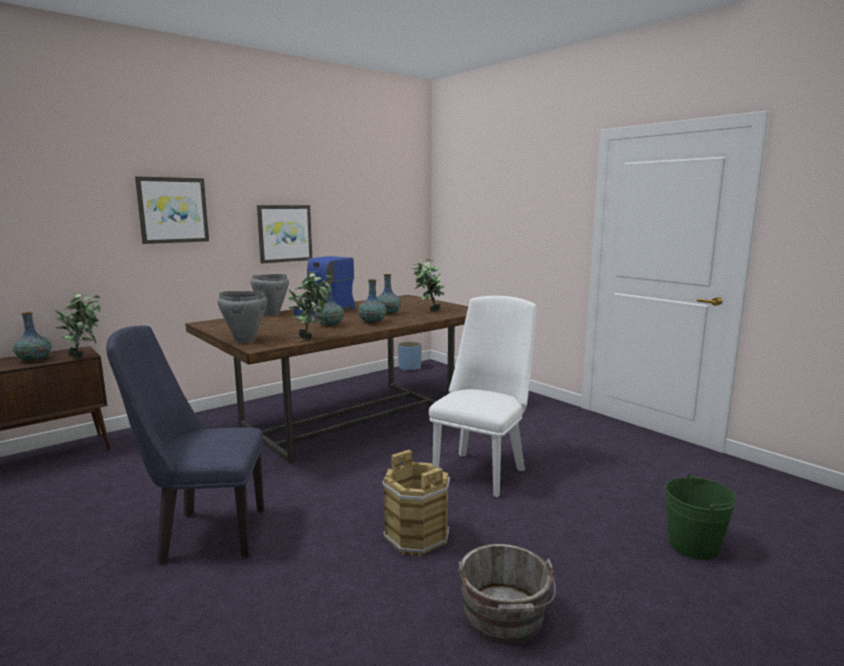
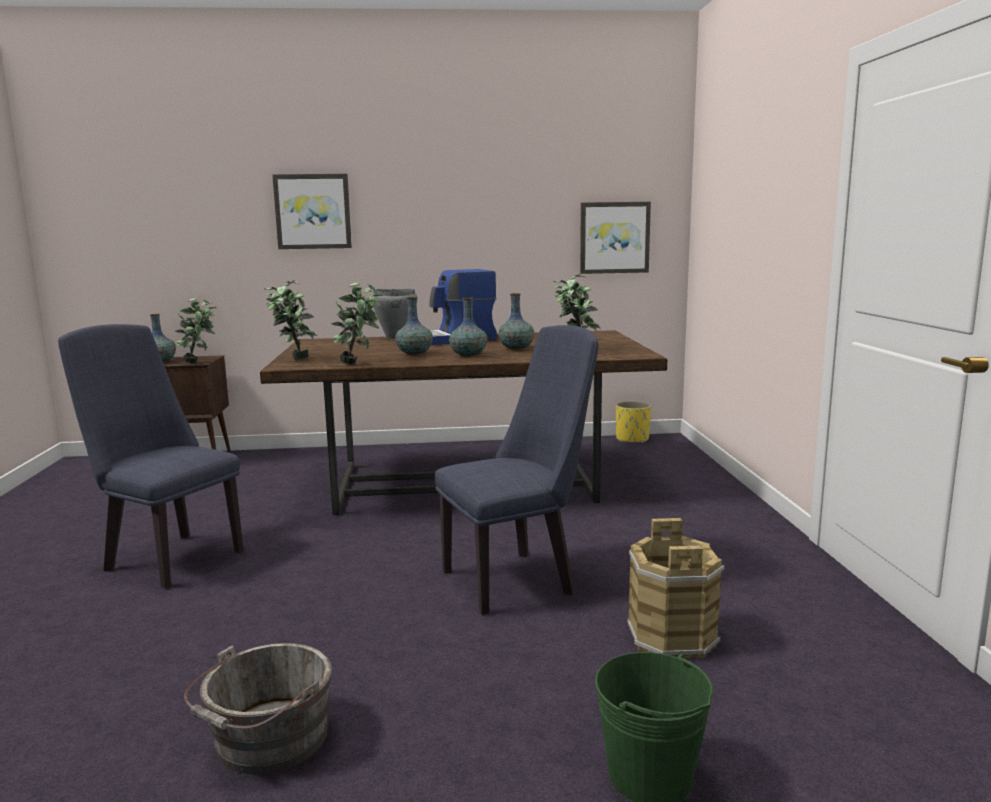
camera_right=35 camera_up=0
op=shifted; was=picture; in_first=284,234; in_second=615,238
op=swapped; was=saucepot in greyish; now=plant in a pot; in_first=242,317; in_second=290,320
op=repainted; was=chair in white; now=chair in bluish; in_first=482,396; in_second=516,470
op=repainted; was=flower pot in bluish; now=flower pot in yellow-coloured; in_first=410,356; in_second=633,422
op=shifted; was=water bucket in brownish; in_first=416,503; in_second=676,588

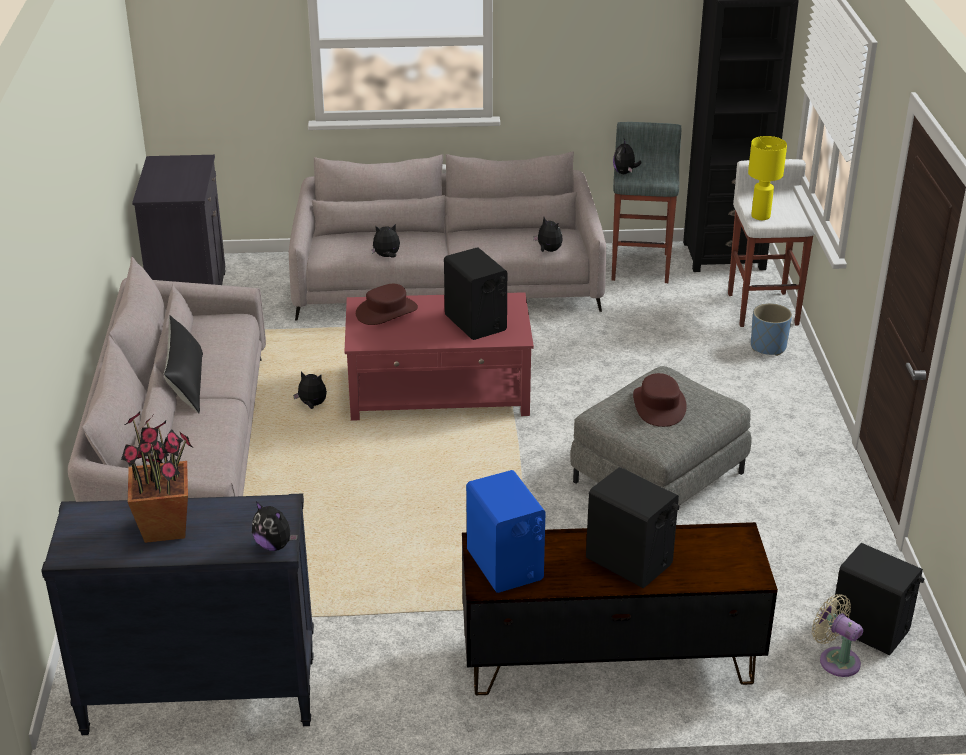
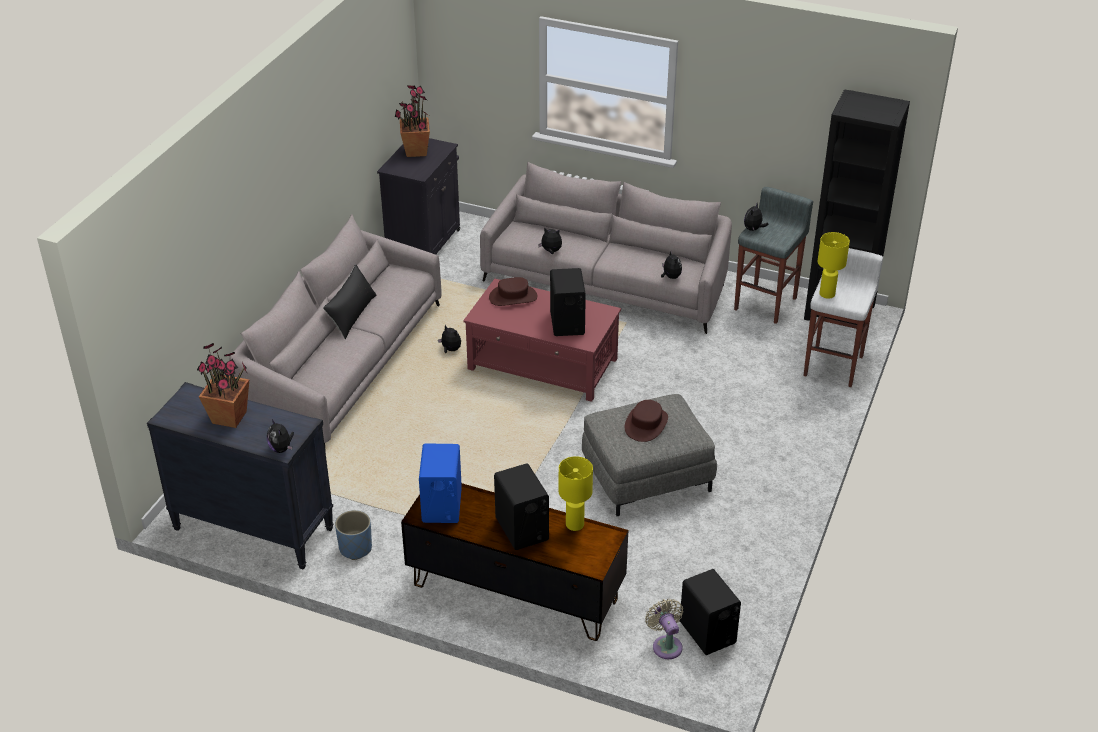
camera_right=25 camera_up=5
op=shifted; was=flower pot in bluish; in_first=771,329; in_second=353,535
op=new; now=plant in a pot; in_second=412,121
op=new; now=table lamp in yellow-coloured; in_second=576,493

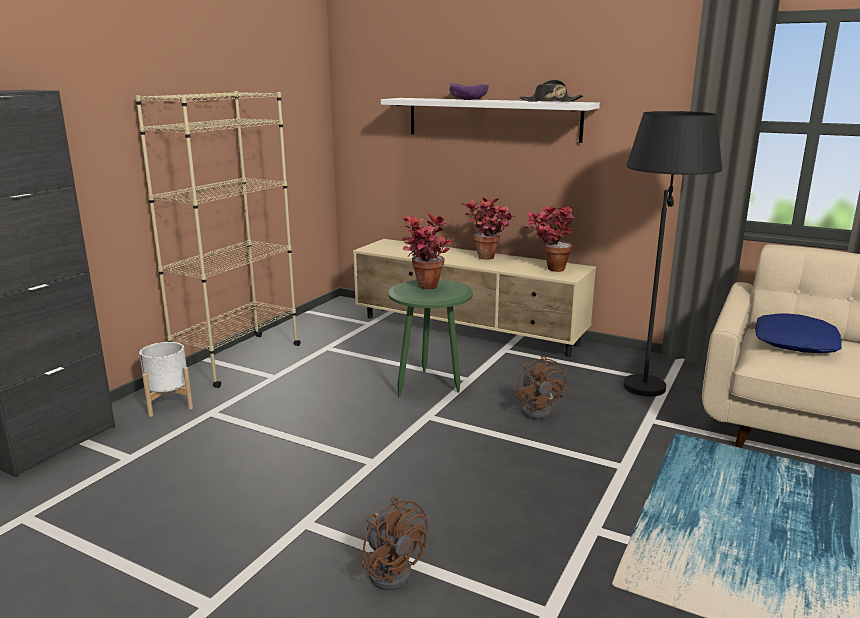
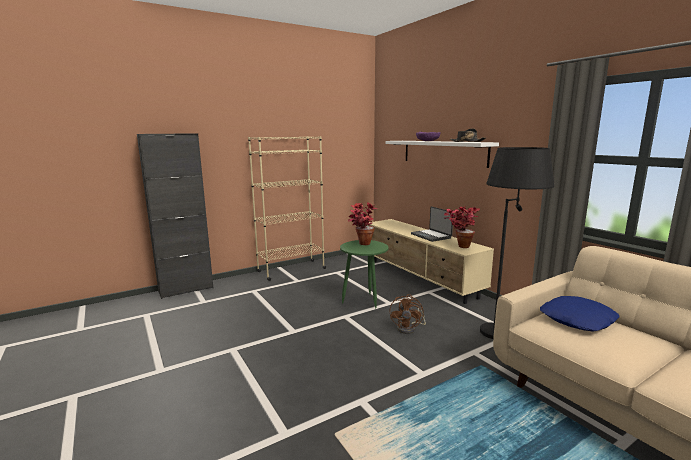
camera_right=30 camera_up=-5
op=swapped; was=plant in a pot; now=laptop; in_first=488,228; in_second=432,224
op=gone; was=flower pot in white; in_first=166,379
op=gone; was=fan in brownish; in_first=394,543

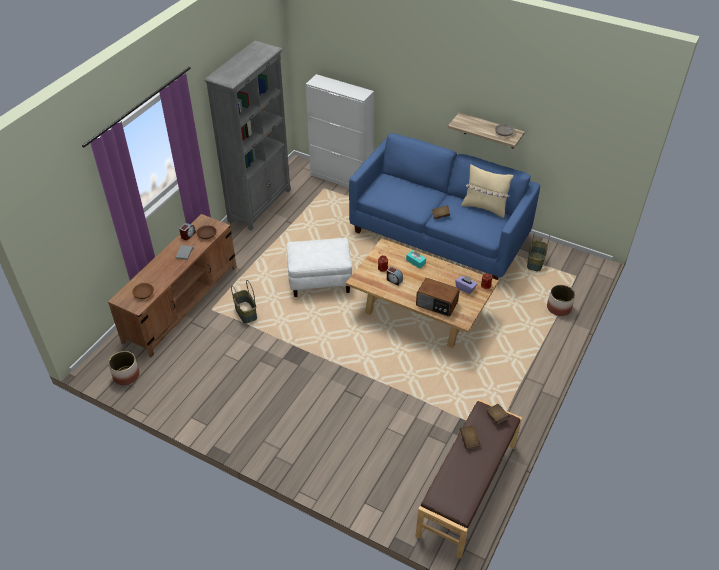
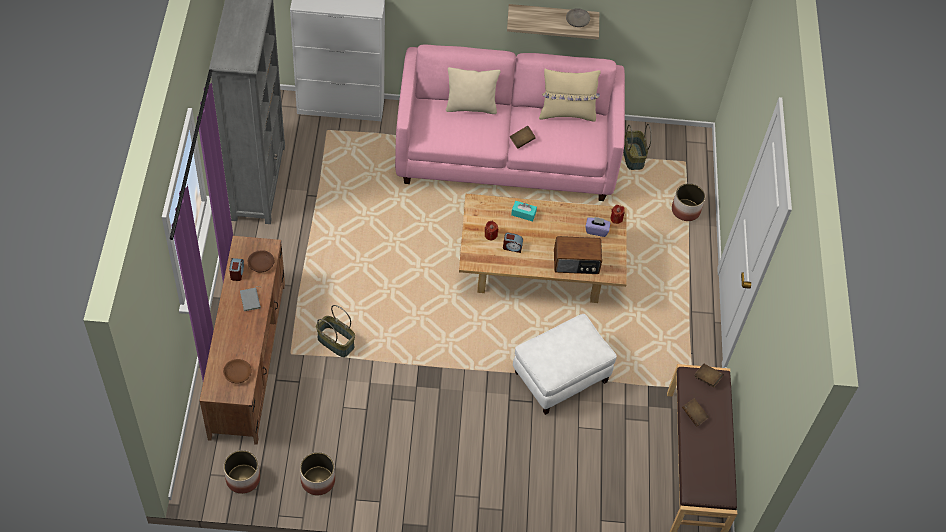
camera_right=-30 camera_up=10
op=repainted; was=sofa in bluish; now=sofa in pink; in_first=444,206; in_second=510,123
op=shifted; was=pouffe in white; in_first=319,267; in_second=565,364
op=new; now=pillow in beige-coloured; in_second=473,90
op=new; now=flower pot; in_second=317,473

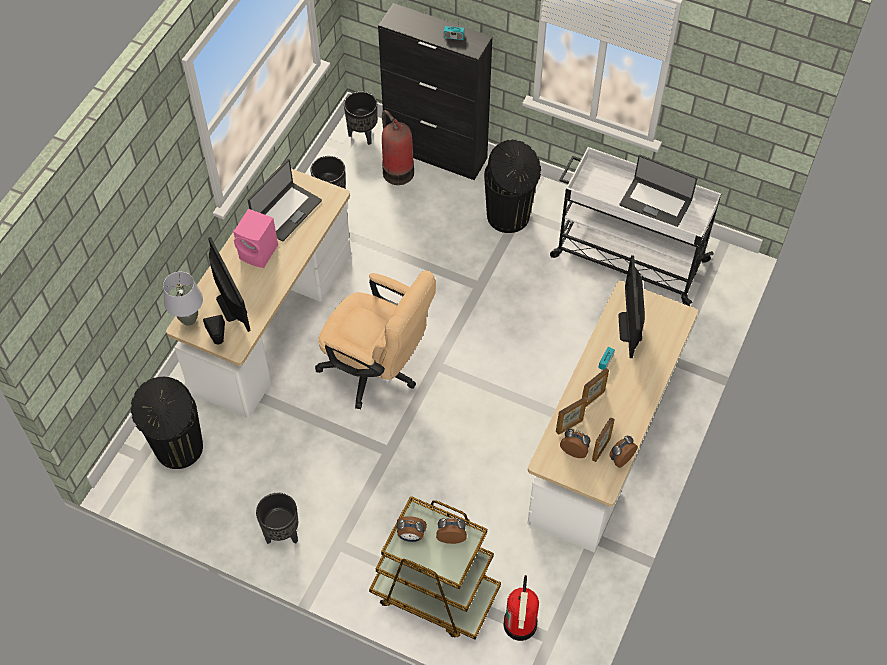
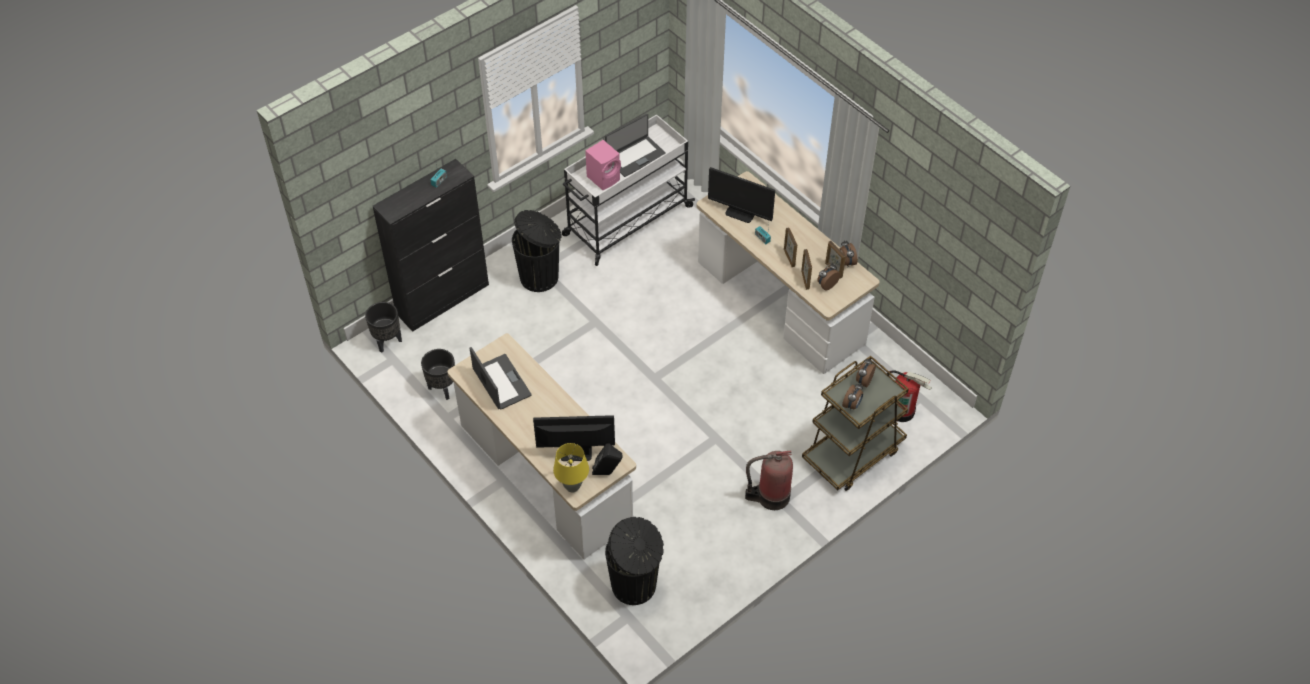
camera_right=-65 camera_up=-5
op=shifted; was=fire extinguisher; in_first=398,147; in_second=769,480
op=shifted; was=loudspeaker in pink; in_first=255,238; in_second=603,165
op=gone; was=office chair in beige-coloured; in_first=375,340
op=repainted; was=table lamp in greyish; now=table lamp in yellow-coloured; in_first=183,299; in_second=571,467
op=gone; was=flower pot in blackish; in_first=277,518

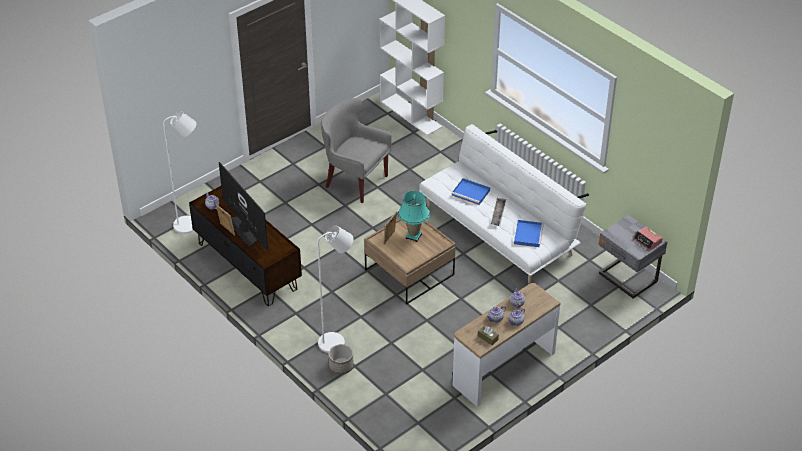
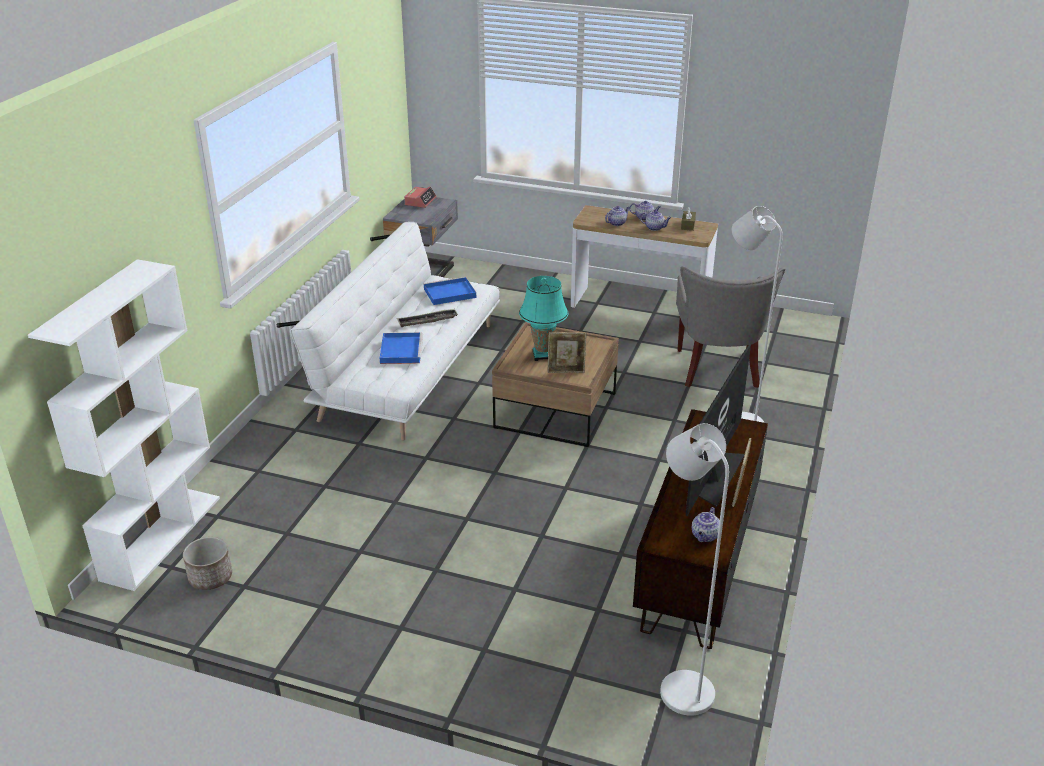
camera_right=-120 camera_up=-10
op=shifted; was=armchair in greyish; in_first=356,150; in_second=730,327
op=shifted; was=flower pot; in_first=341,359; in_second=207,563

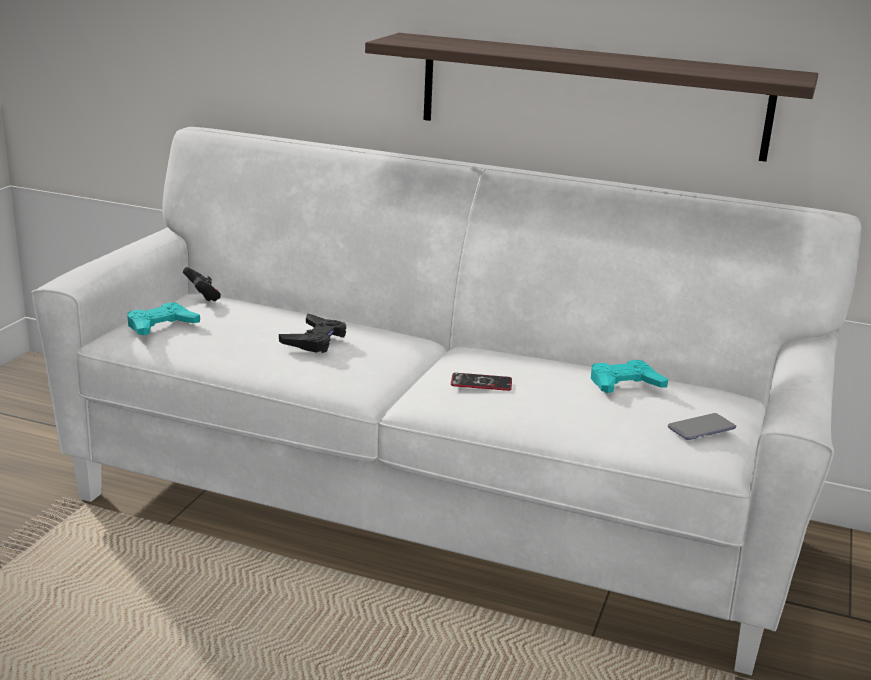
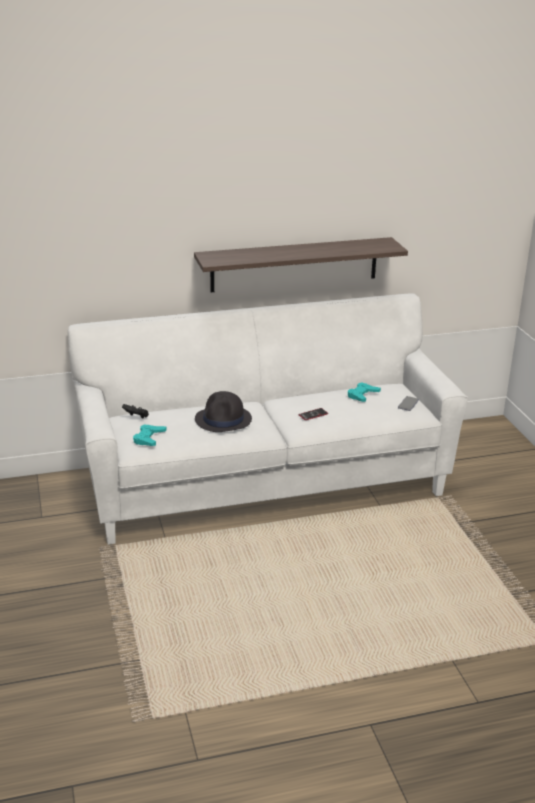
camera_right=-35 camera_up=5
op=swapped; was=joypad in blackish; now=hat in blackish; in_first=312,333; in_second=223,411

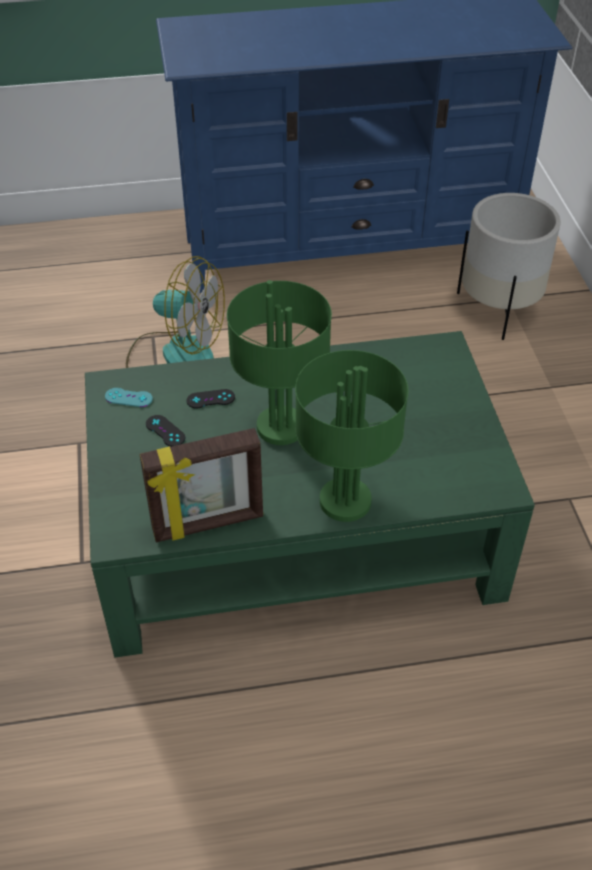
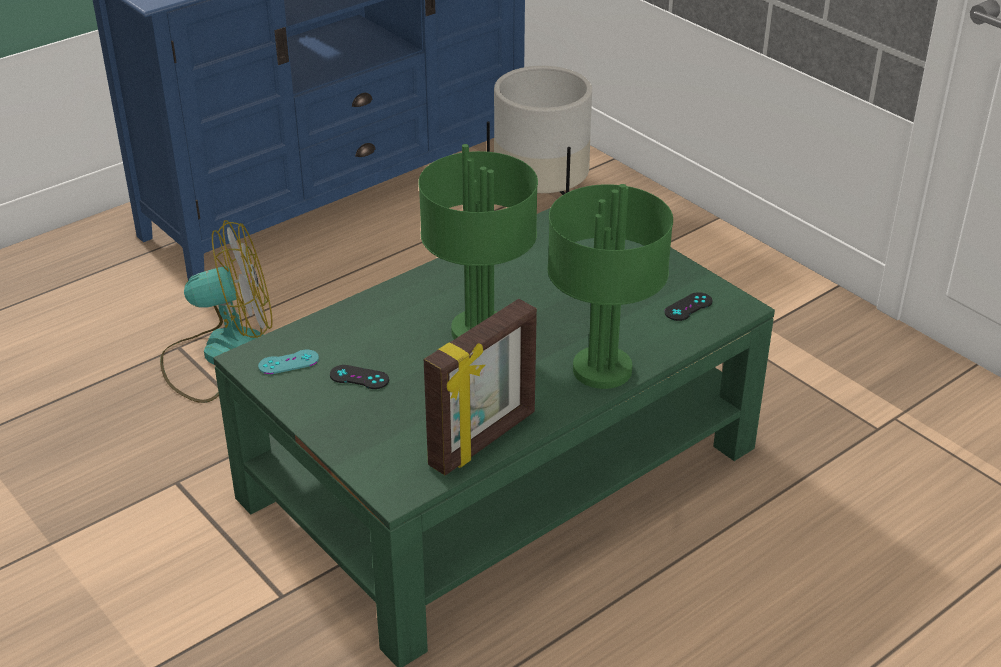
camera_right=-30 camera_up=-10
op=shifted; was=joypad in blackish; in_first=211,399; in_second=688,306

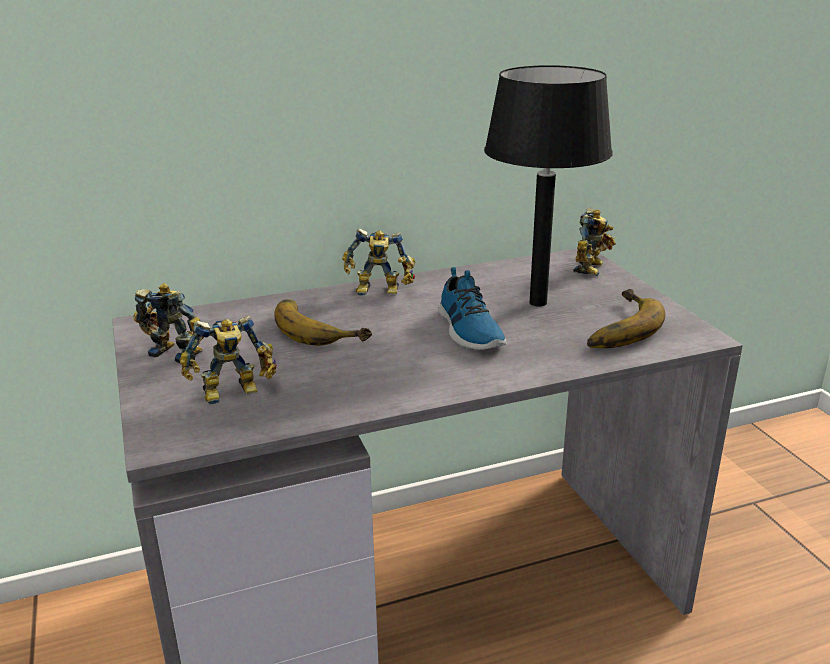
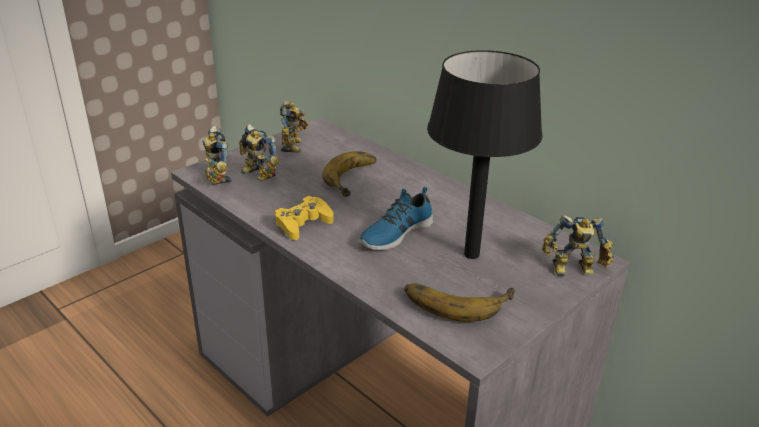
camera_right=65 camera_up=5
op=shifted; was=robot figure; in_first=378,261; in_second=216,155
op=new; now=joypad in yellow-coloured; in_second=304,218

